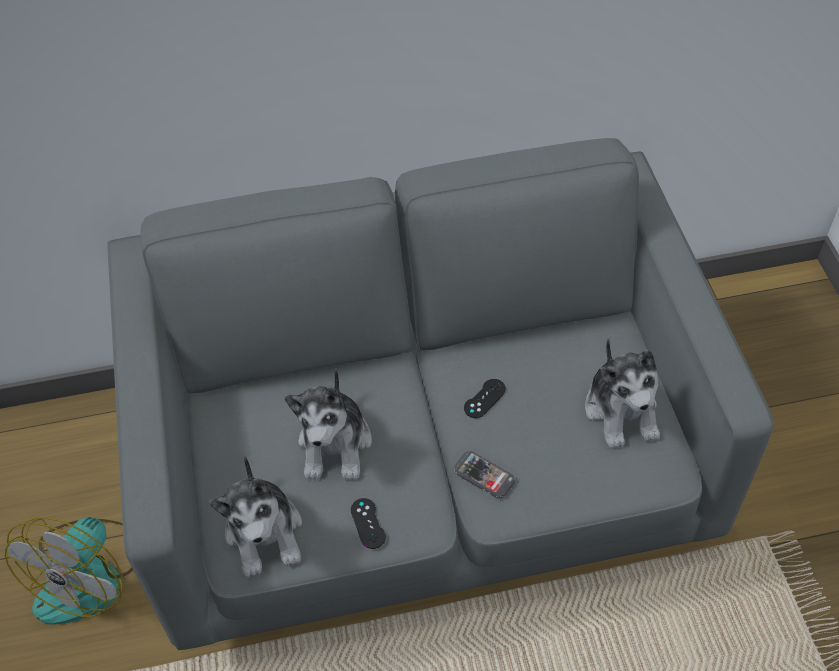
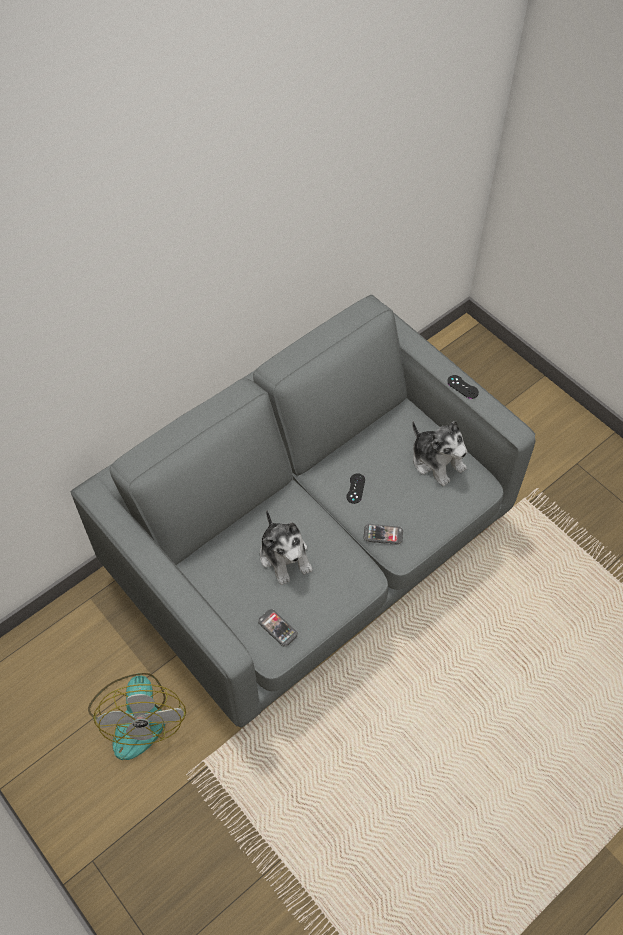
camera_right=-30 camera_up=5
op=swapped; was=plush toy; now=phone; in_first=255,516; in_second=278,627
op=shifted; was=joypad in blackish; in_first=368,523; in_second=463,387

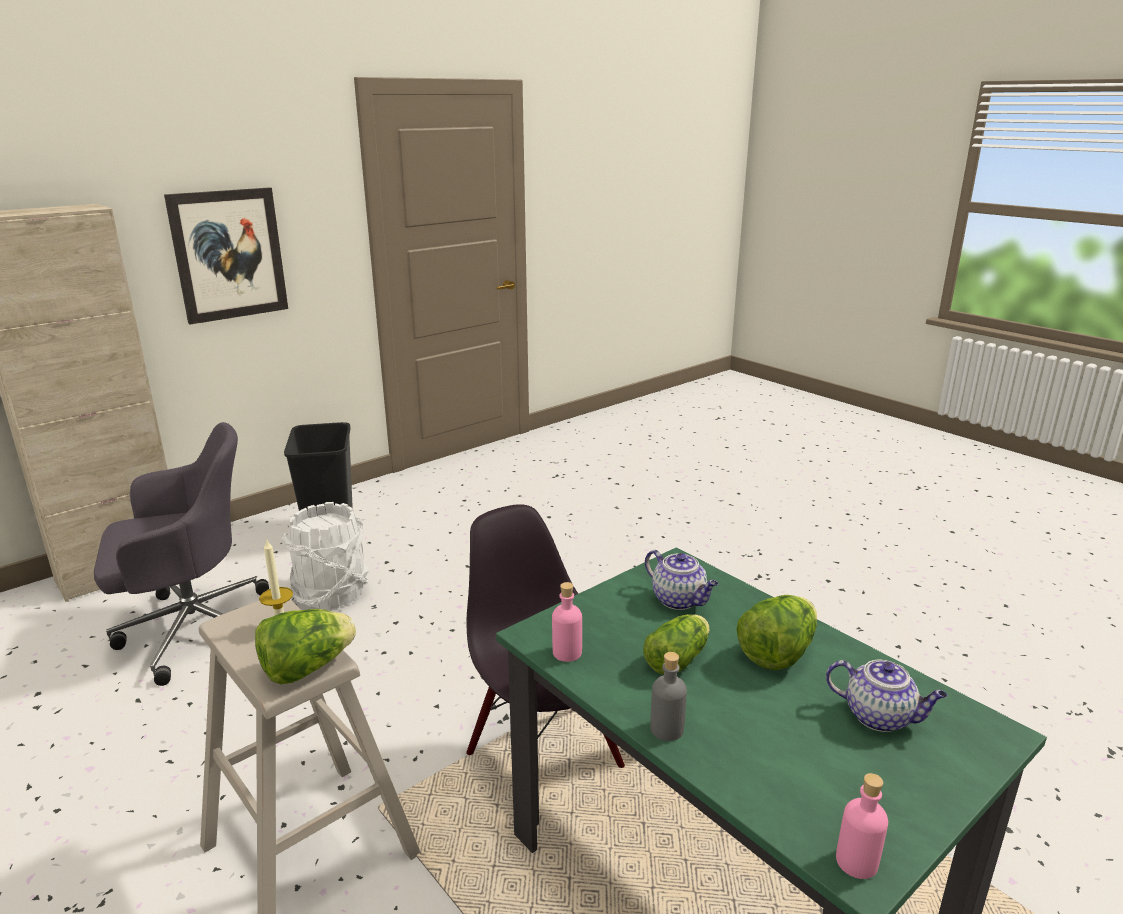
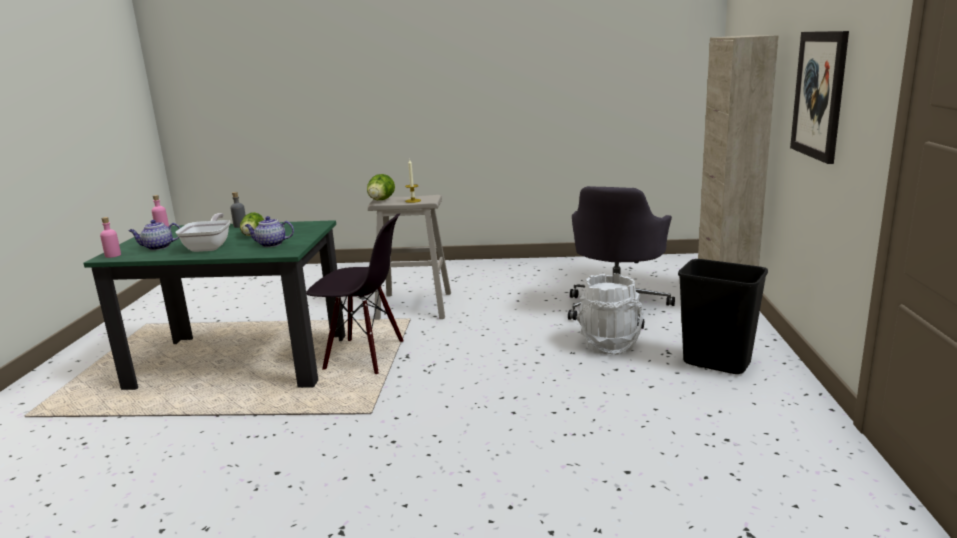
camera_right=135 camera_up=-5
op=shifted; was=bottle in pink; in_first=567,622; in_second=110,237
op=swapped; was=lettuce; now=skillet; in_first=776,632; in_second=203,232

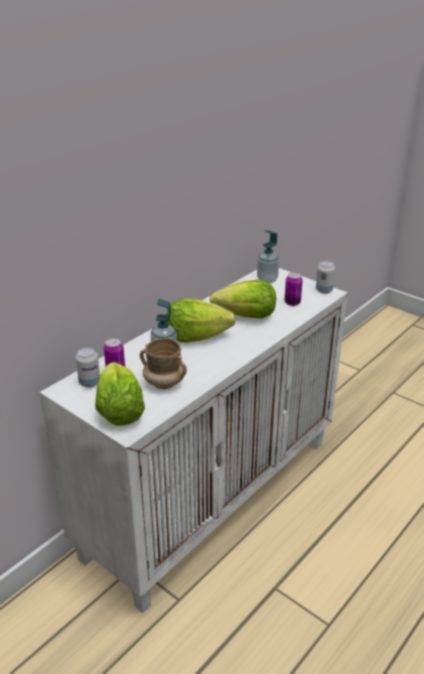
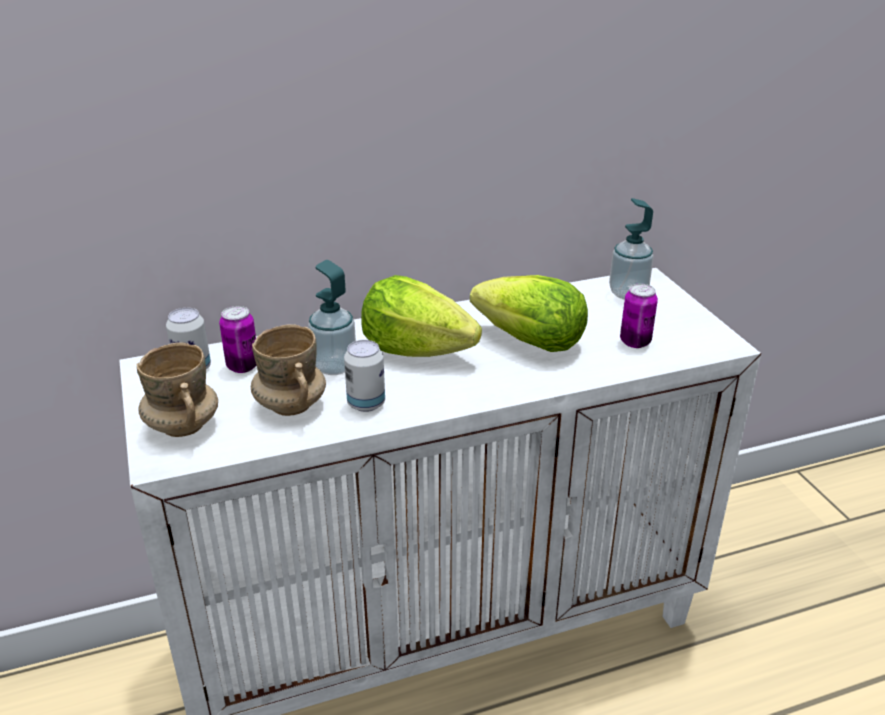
camera_right=30 camera_up=0
op=shifted; was=can; in_first=325,277; in_second=364,376
op=swapped; was=lettuce; now=mug in beige-coloured; in_first=120,394; in_second=177,389

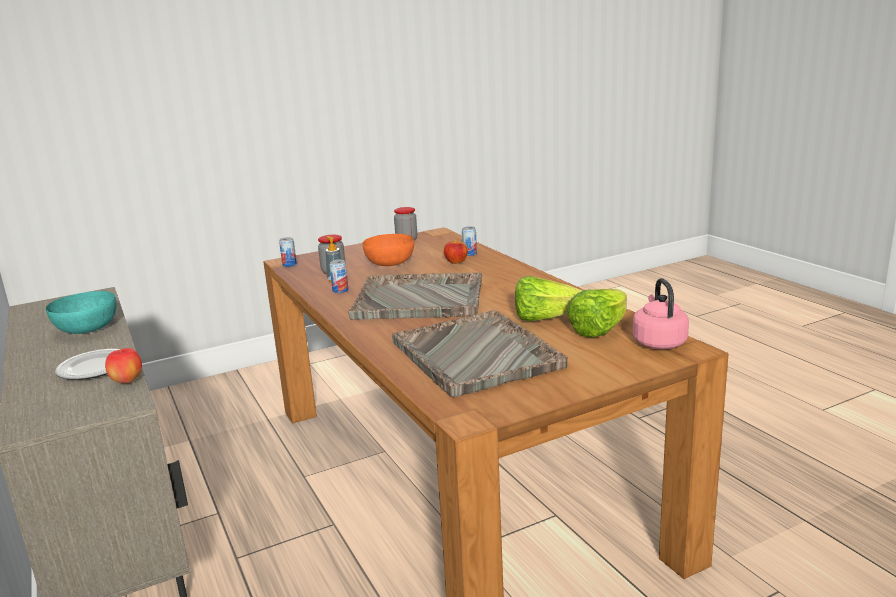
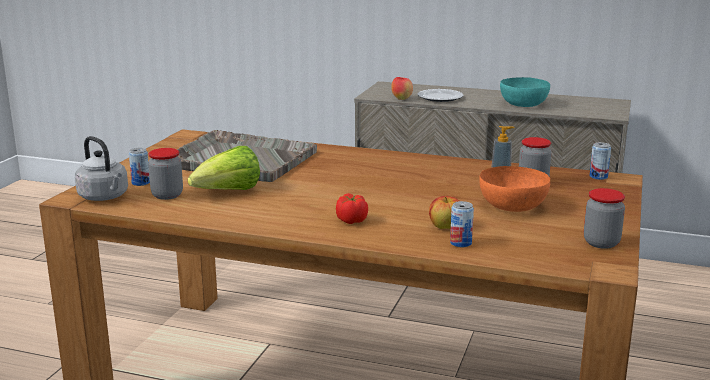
camera_right=135 camera_up=0
op=shifted; was=can; in_first=339,276; in_second=139,167
op=gone; was=serving tray in greyish; in_first=415,296
op=repainted; was=kettle in pink; now=kettle in greyish; in_first=661,313; in_second=101,168
op=swapped; was=lettuce; now=jar; in_first=597,313; in_second=165,174
op=new; now=whole tomato; in_second=352,208

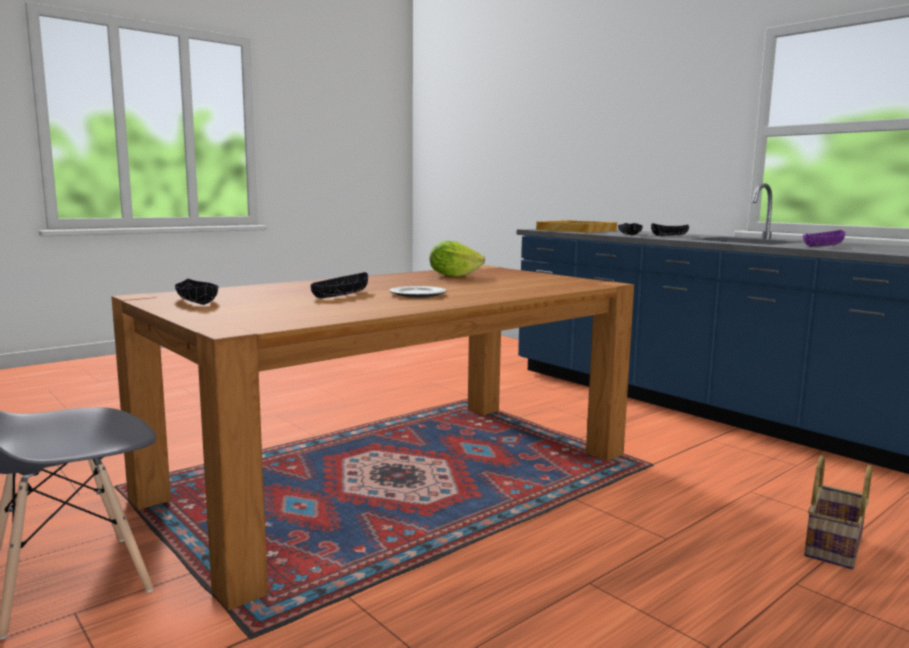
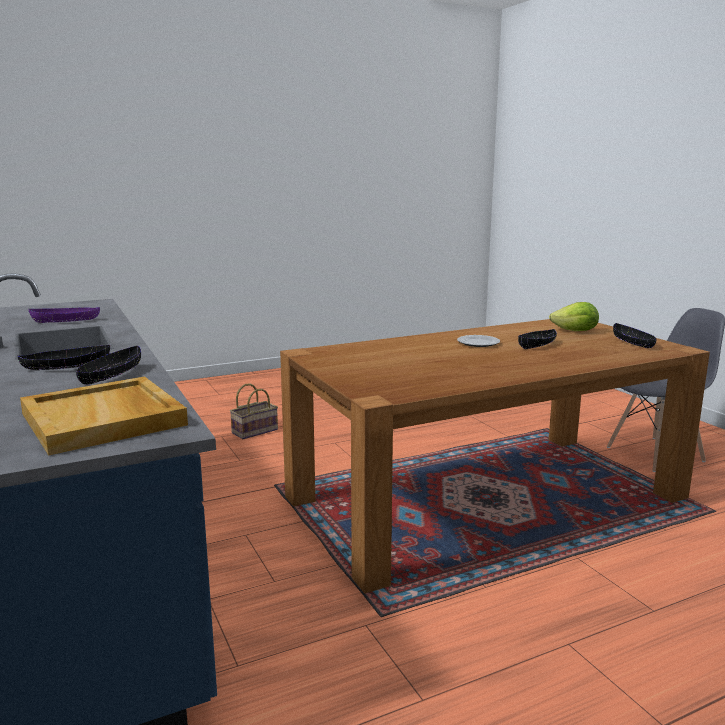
camera_right=-165 camera_up=5
op=shifted; was=lettuce; in_first=457,259; in_second=574,316

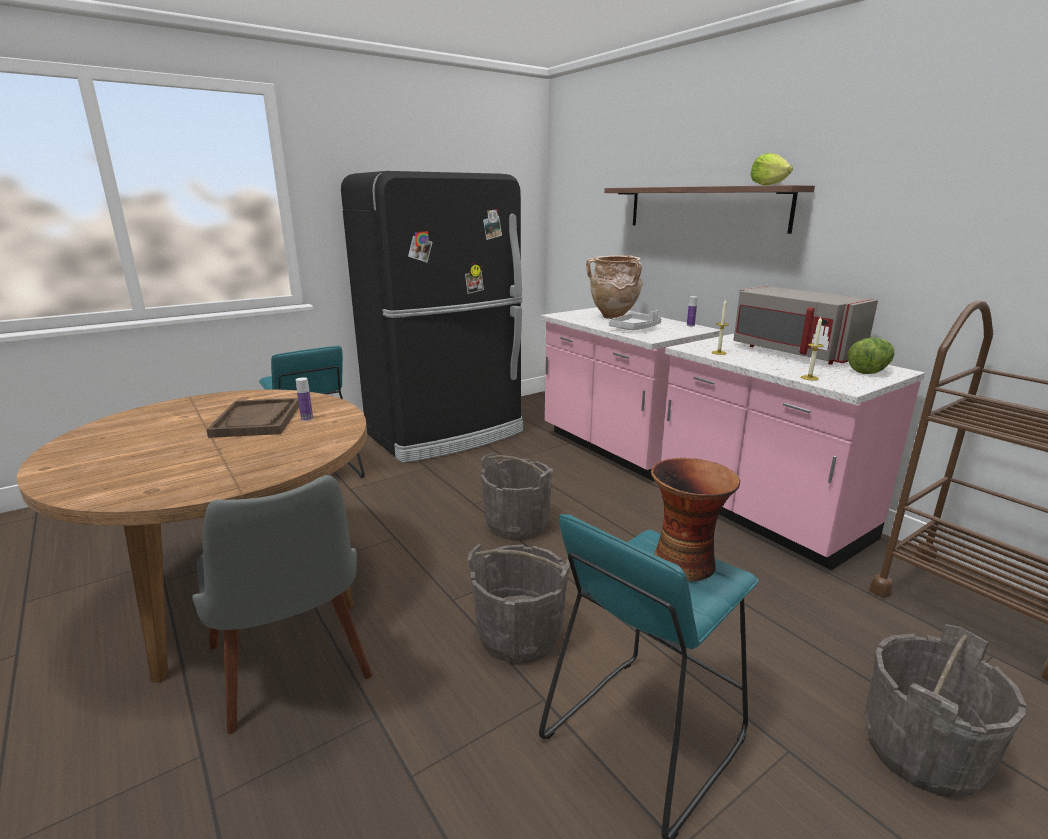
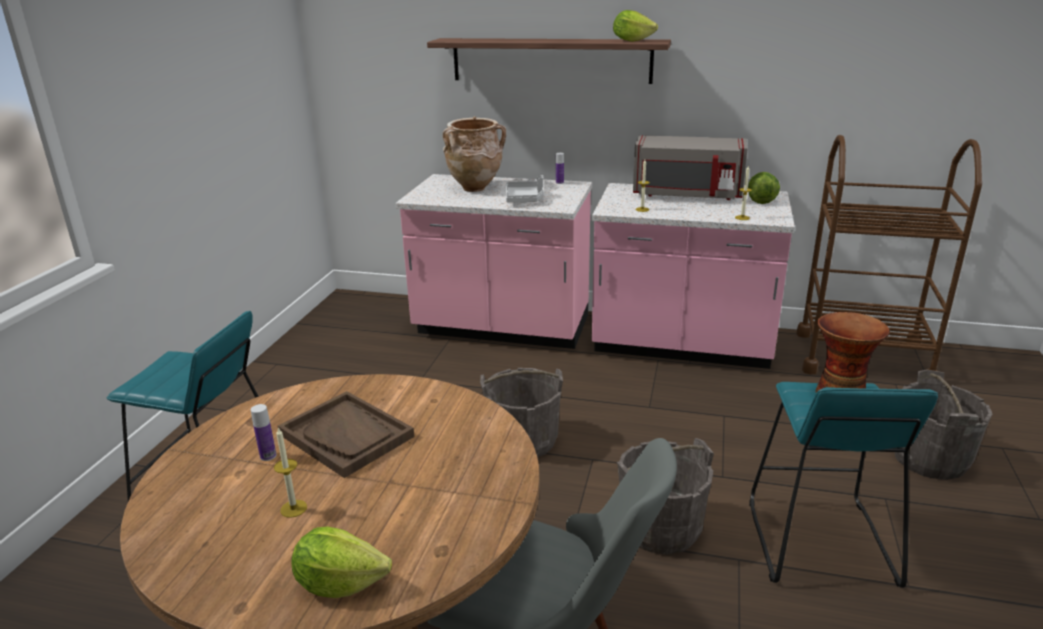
camera_right=-40 camera_up=5
op=gone; was=refrigerator in blackish; in_first=432,317
op=shifted; was=bottle; in_first=304,399; in_second=263,432
op=new; now=wax candle; in_second=290,473
op=new; now=lettuce; in_second=341,562

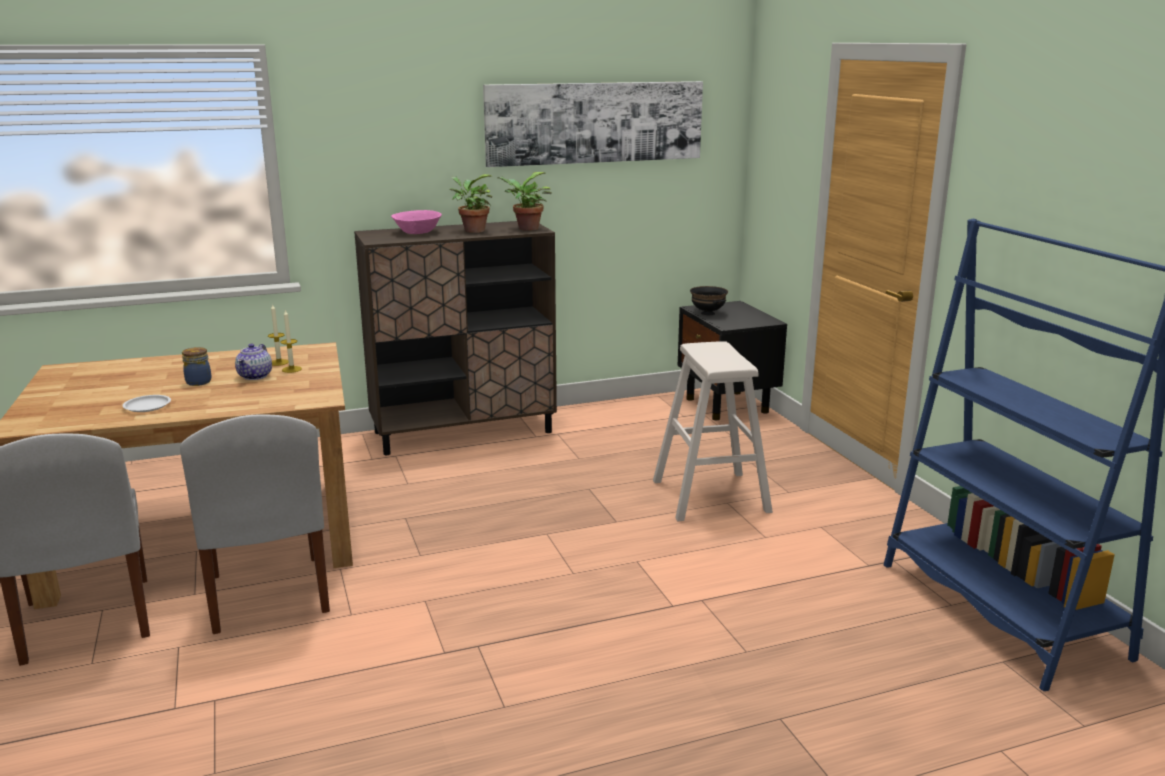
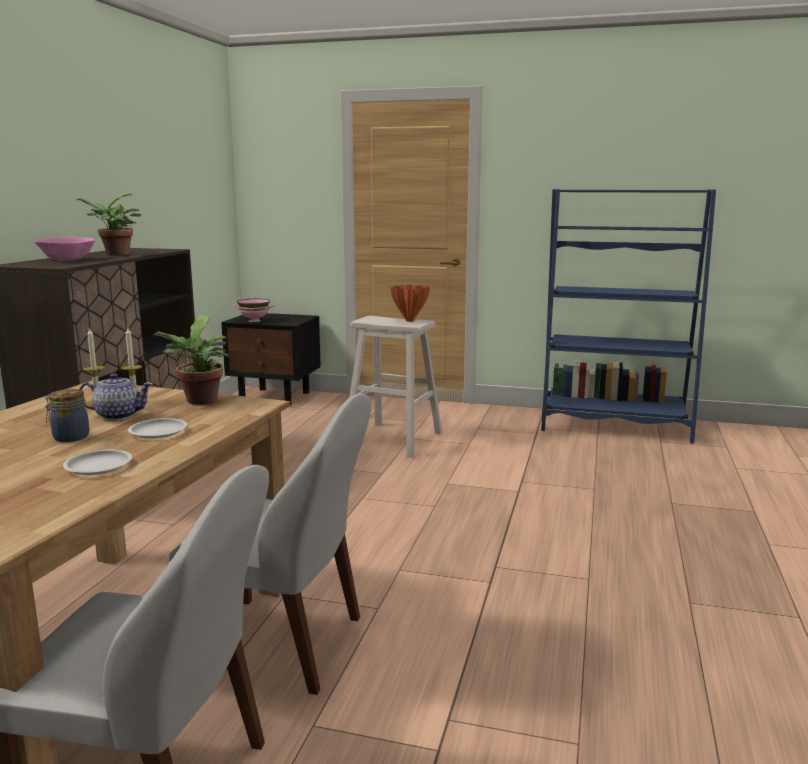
camera_right=-55 camera_up=-5
op=gone; was=picture; in_first=593,124
op=shifted; was=plant in a pot; in_first=525,201; in_second=191,360
op=repainted; was=serving bowl in blackish; now=serving bowl in pink; in_first=709,300; in_second=254,310
op=rotated; was=teapot; in_first=253,362; in_second=116,396; clockwise=-45
op=new; now=decorative vase in orange-coloured; in_second=410,303
op=new; now=flat dish in white; in_second=157,428

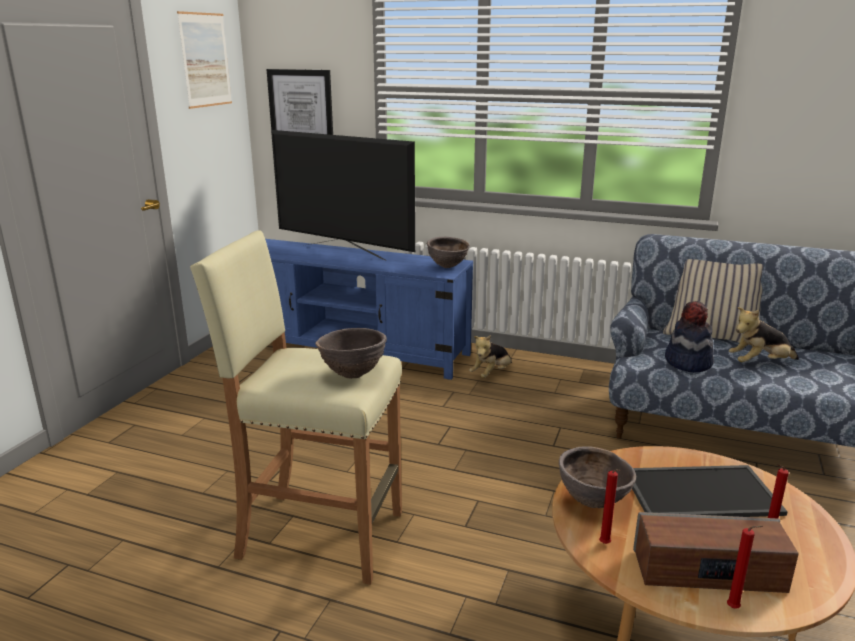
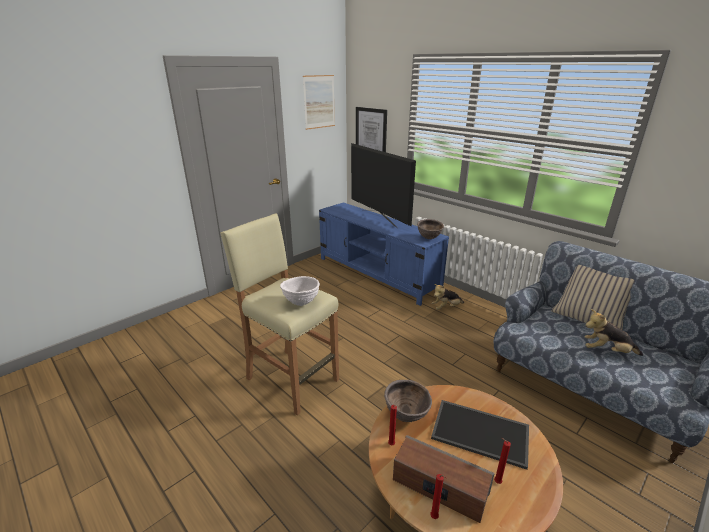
camera_right=25 camera_up=5
op=gone; was=hat; in_first=689,337
op=repainted; was=serving bowl in brownish; now=serving bowl in white; in_first=351,353; in_second=300,291

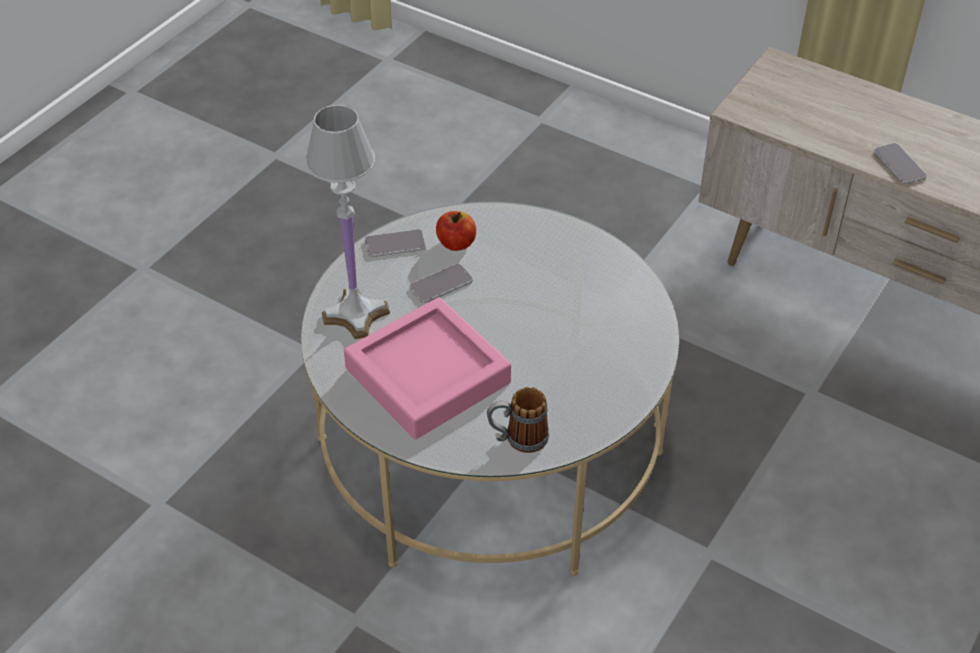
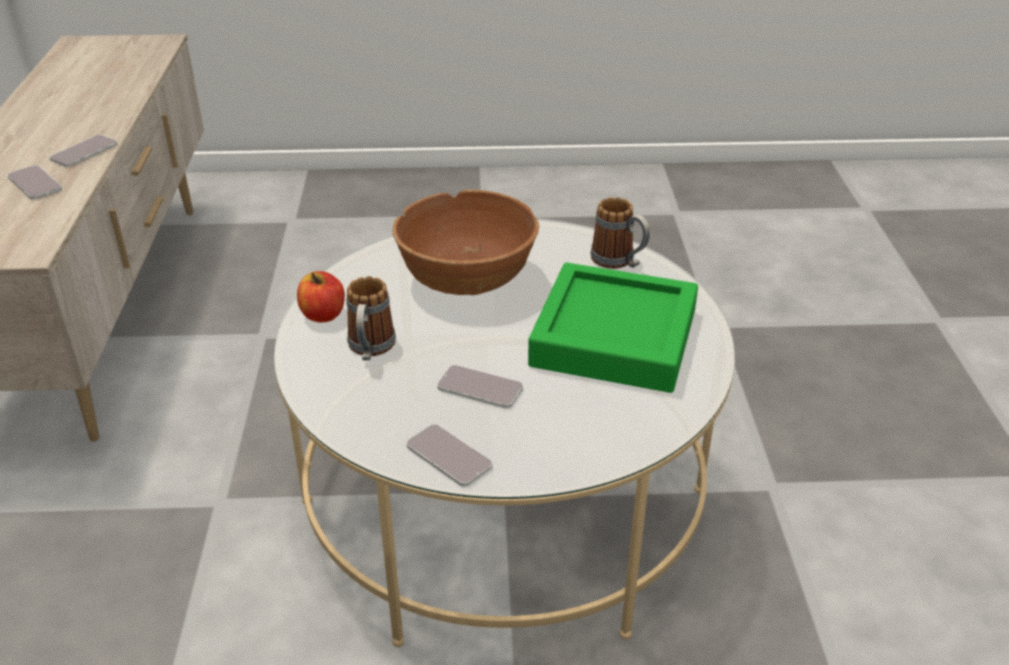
camera_right=-125 camera_up=-10
op=gone; was=table lamp in white; in_first=347,222
op=shifted; was=apple; in_first=456,231; in_second=321,296
op=repainted; was=serving tray in pink; now=serving tray in green-coloured; in_first=427,368; in_second=613,328
op=new; now=phone; in_second=35,182
op=new; now=serving bowl in brownish; in_second=465,242
op=new; now=mug; in_second=371,318

